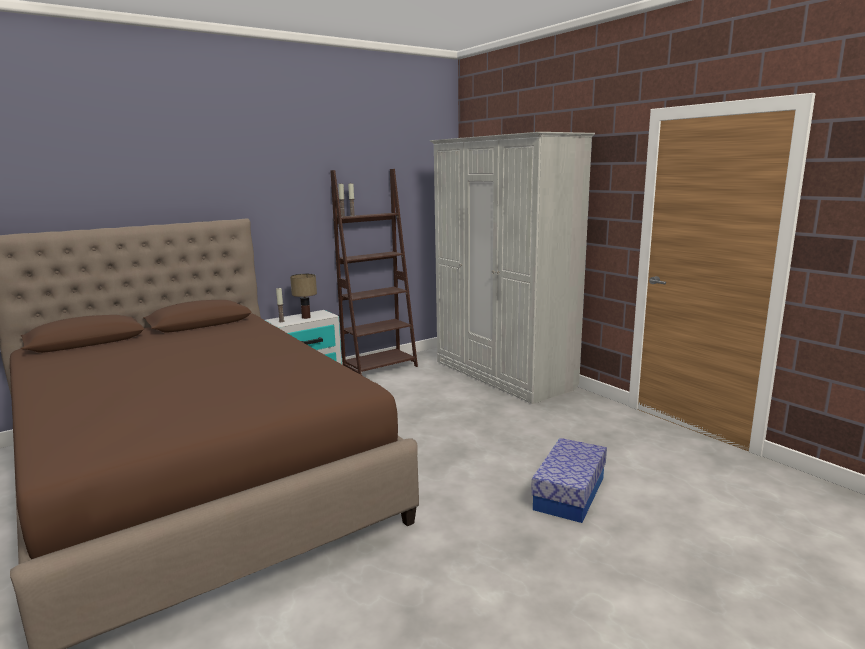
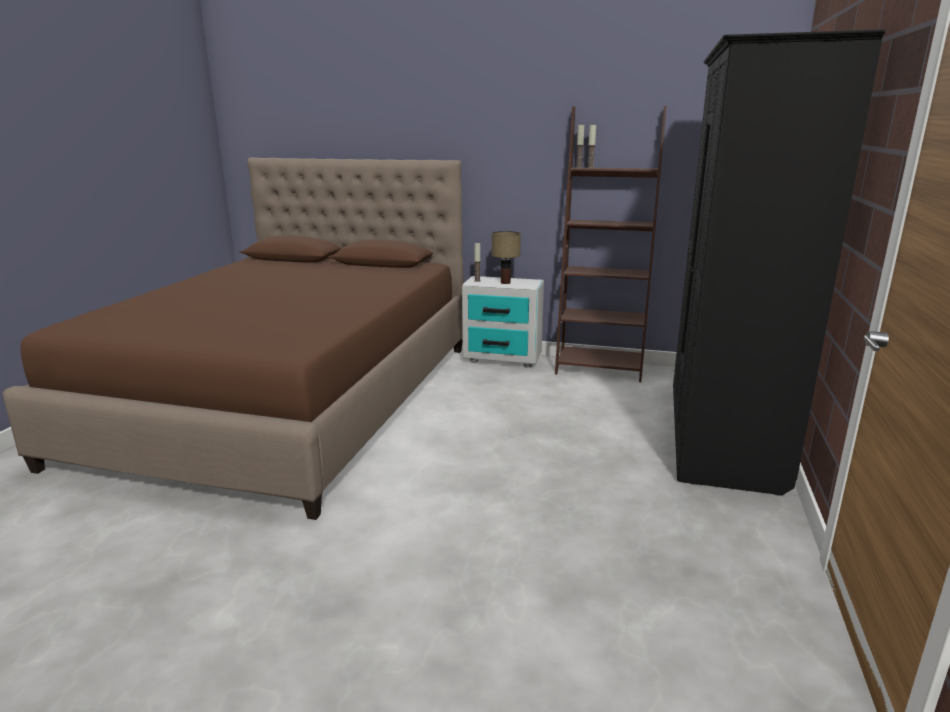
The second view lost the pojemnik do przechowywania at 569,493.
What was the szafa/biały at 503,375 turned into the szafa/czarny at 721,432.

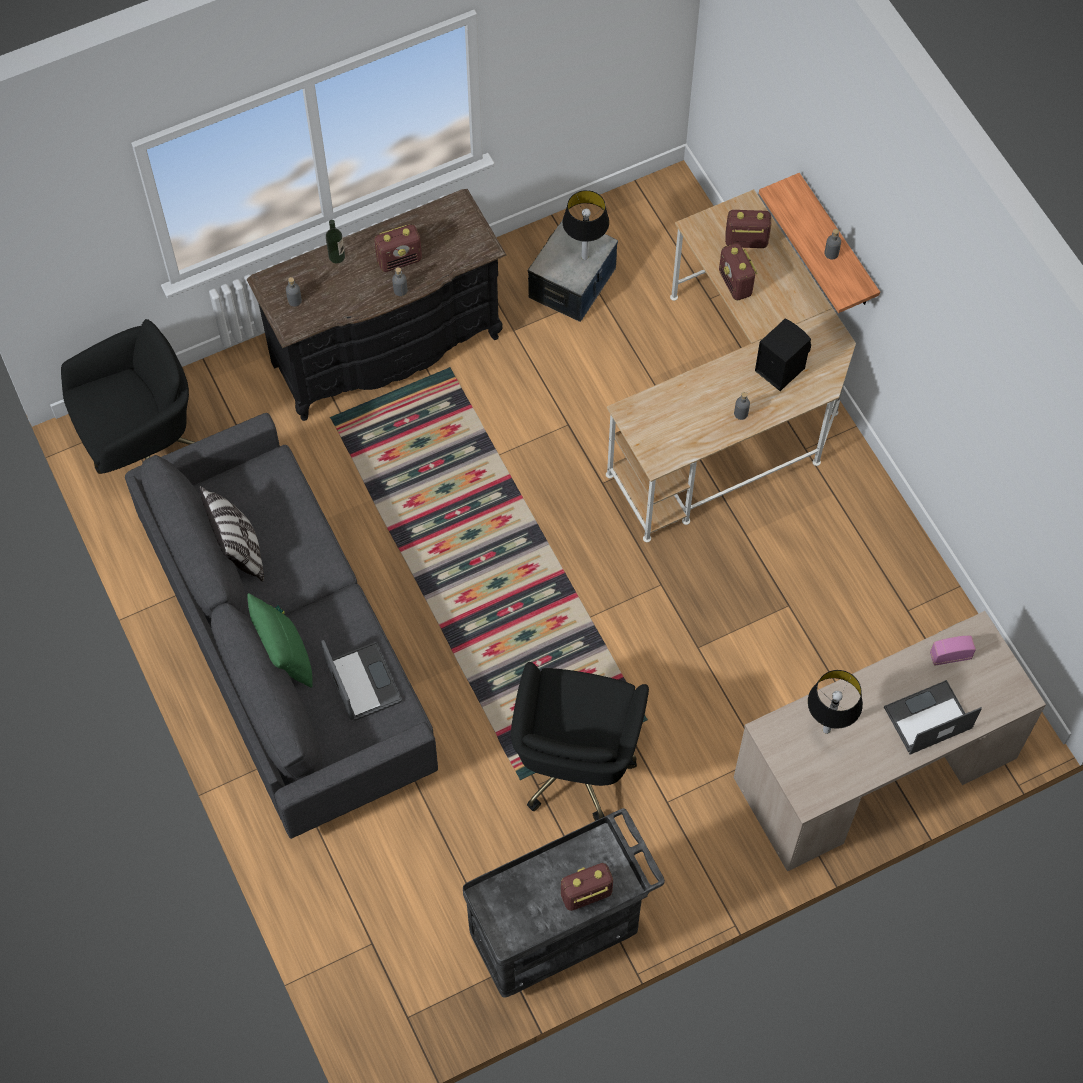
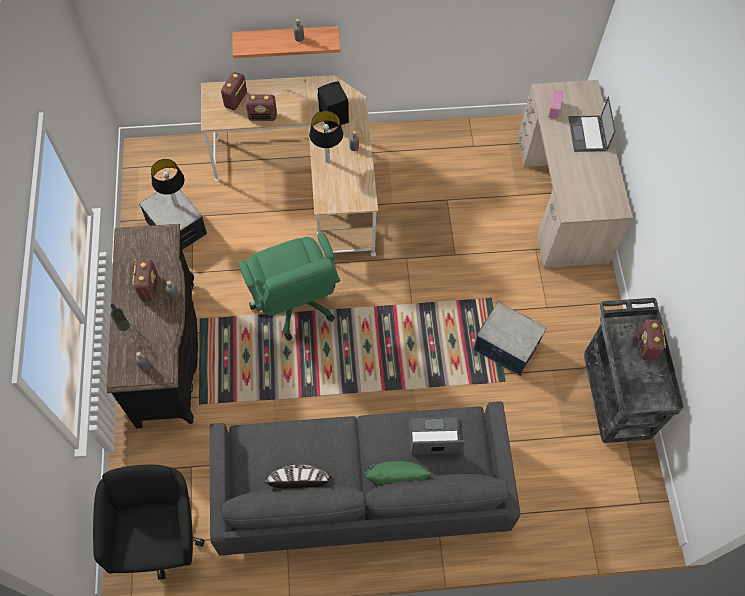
The second view gained the krzesło biurowe/zielony at 295,306.
The lampa stołowa ended up elsewhere, having gone from 827,730 to 327,160.
Where the krzesło biurowe/czarny stood at 576,764, the pojemnik do przechowywania came to stand at 506,347.

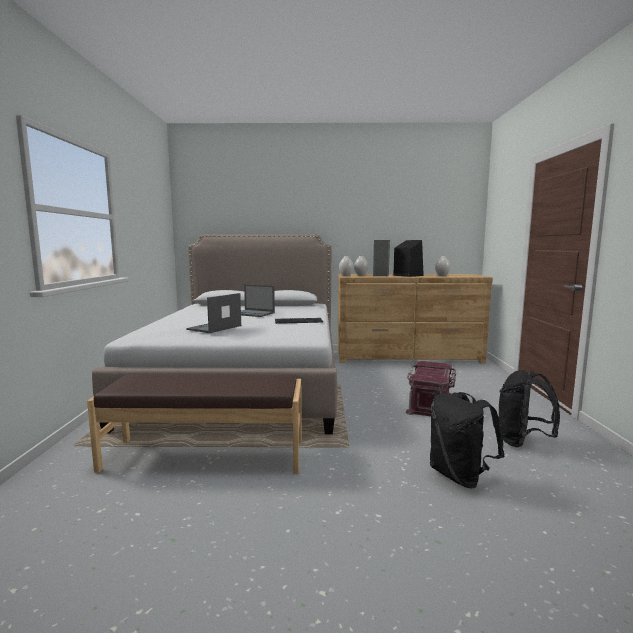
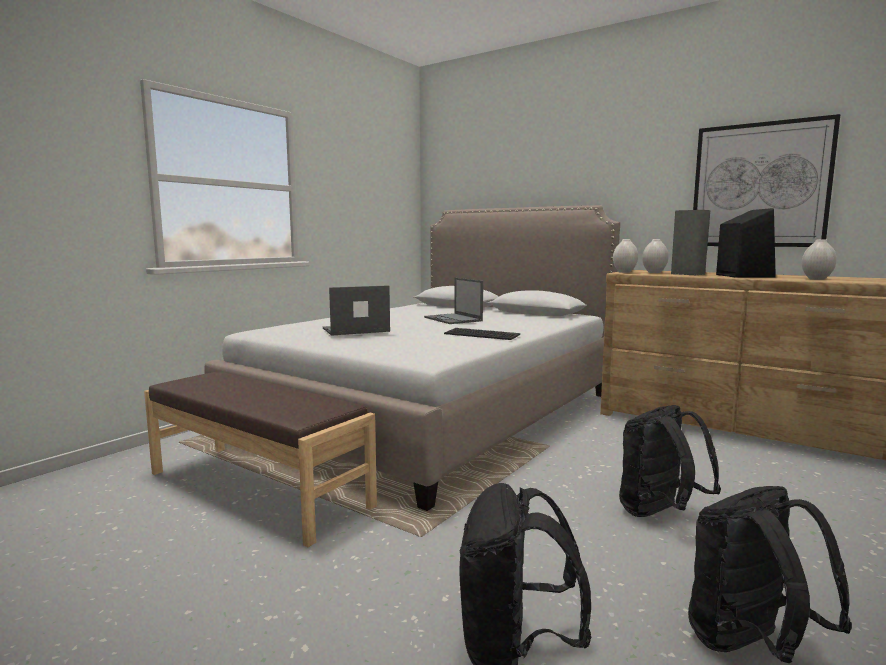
The second view gained the obraz at 760,185.
Where the pojemnik do przechowywania/czerwony stood at 430,403, the plecak/czarny came to stand at 659,513.

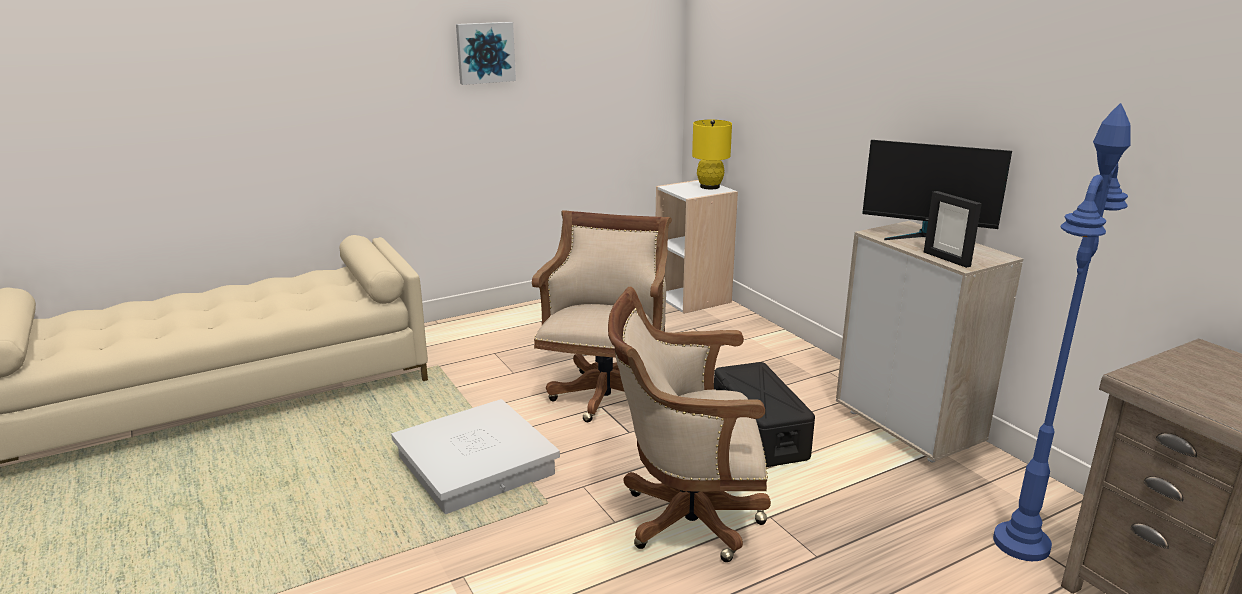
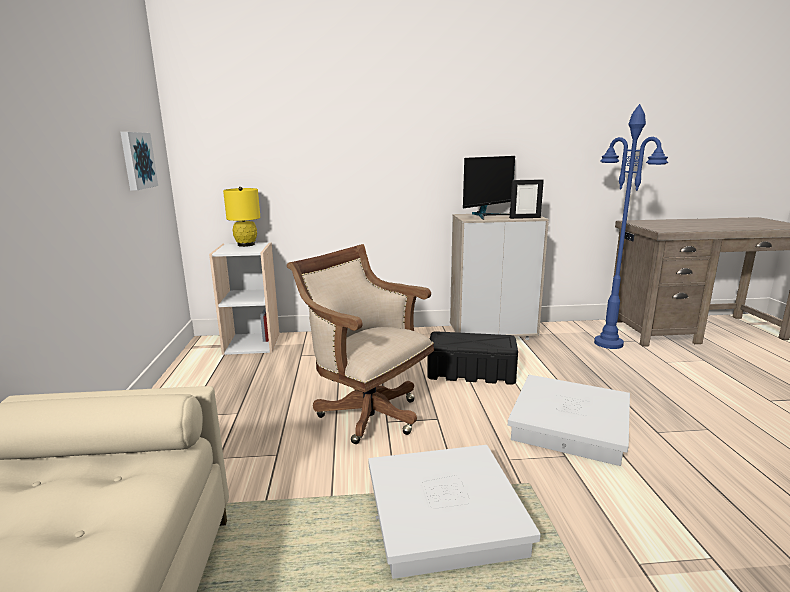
The obraz ended up elsewhere, having gone from 485,52 to 137,160.
Where the krzesło biurowe stood at 685,519, the pojemnik do przechowywania/biały came to stand at 568,425.

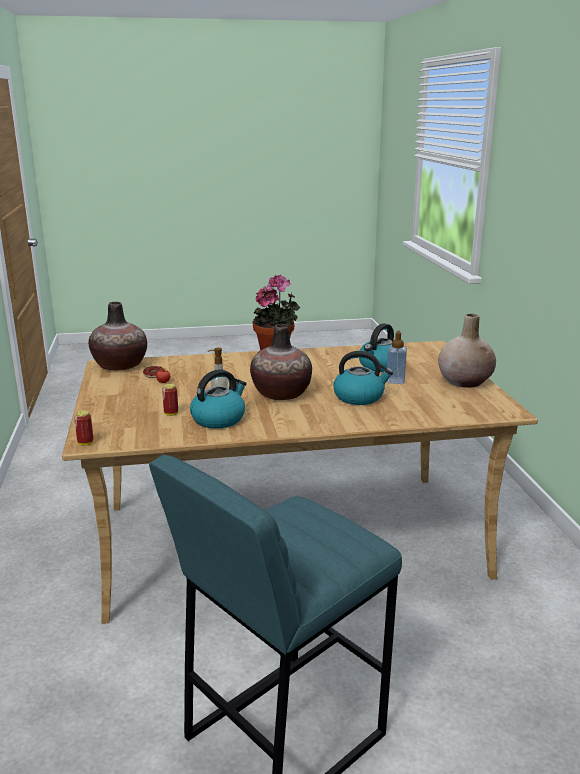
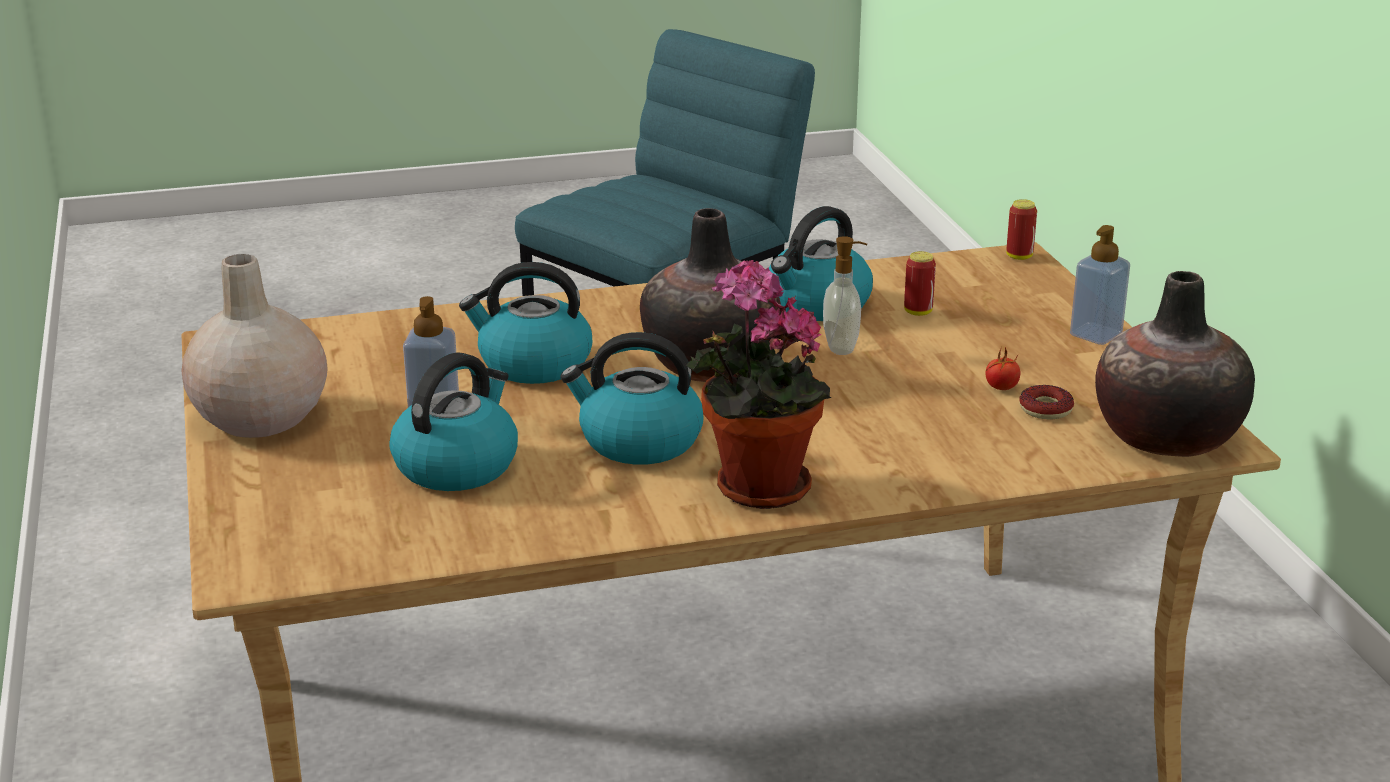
The second view gained the czajnik at 638,441.
The second view gained the dozownik mydła at 1096,335.

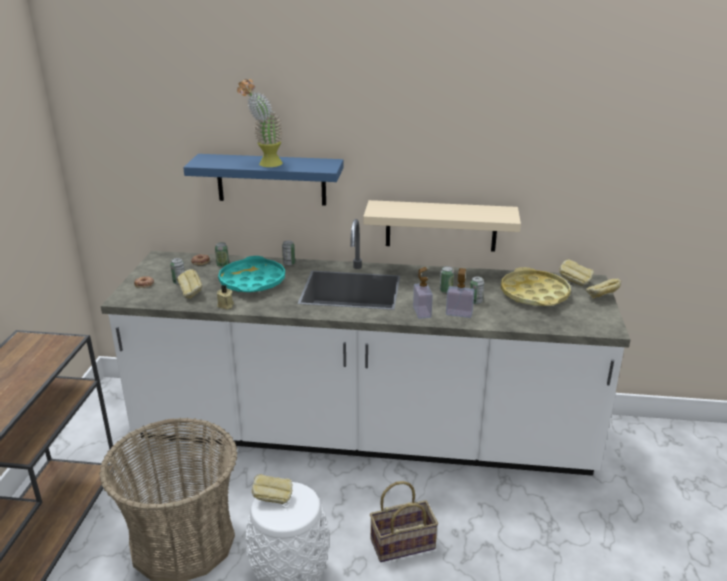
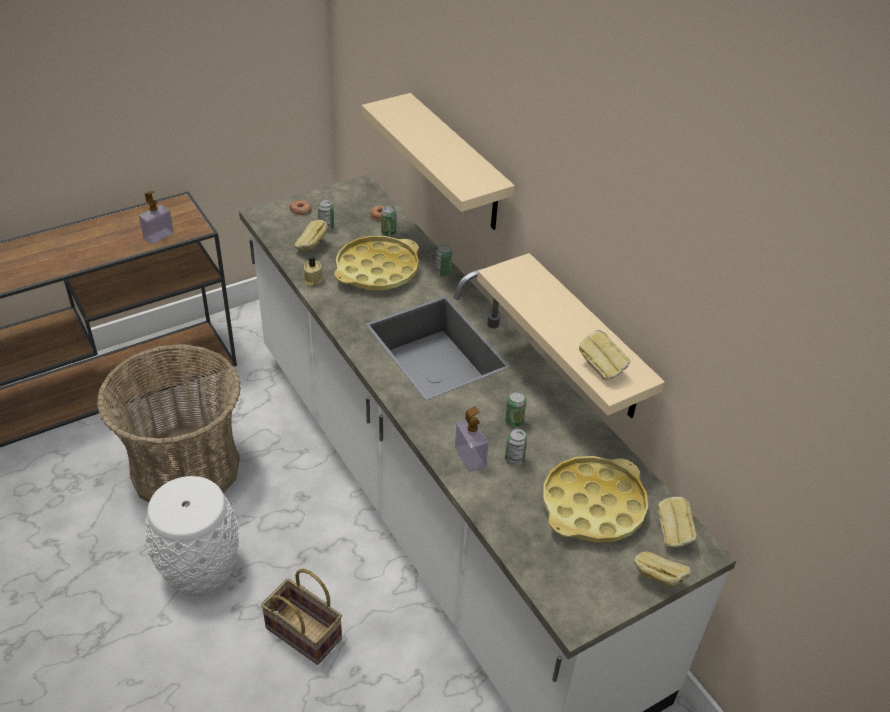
The second view lost the roślina doniczkowa at 264,164.
The chleb ended up elsewhere, having gone from 273,499 to 601,368.
The dozownik mydła ended up elsewhere, having gone from 422,312 to 158,236.
What was the półka/niebieski at 271,179 turned into the półka/beżowy at 457,164.
What was the taca/turkusowy at 252,281 turned into the taca/żółty at 377,270.

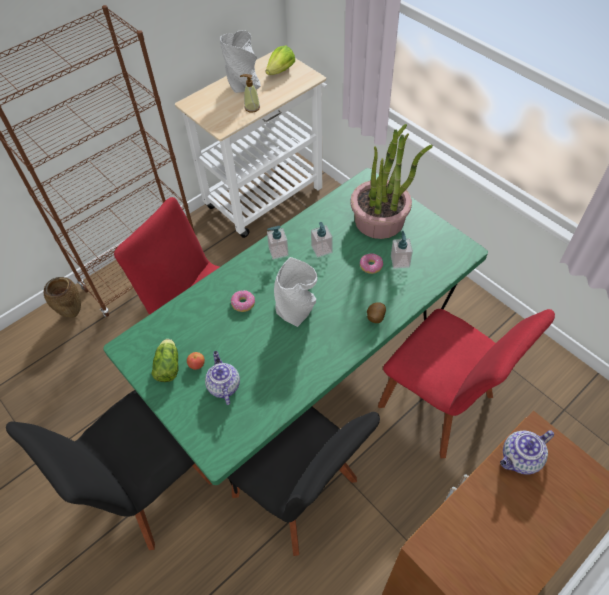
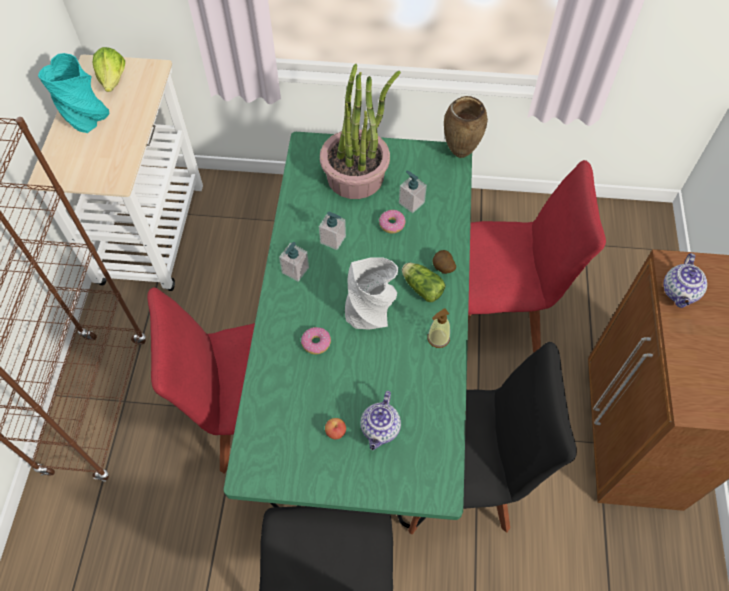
The wazon/brązowy ended up elsewhere, having gone from 73,313 to 459,154.
The sałata ended up elsewhere, having gone from 168,365 to 421,287.
The dozownik mydła ended up elsewhere, having gone from 252,108 to 438,338.
What was the wazon/szary at 243,84 turned into the wazon/turkusowy at 85,118.
The imbryk at 223,385 ended up facing another way, 105 degrees counterclockwise from before.

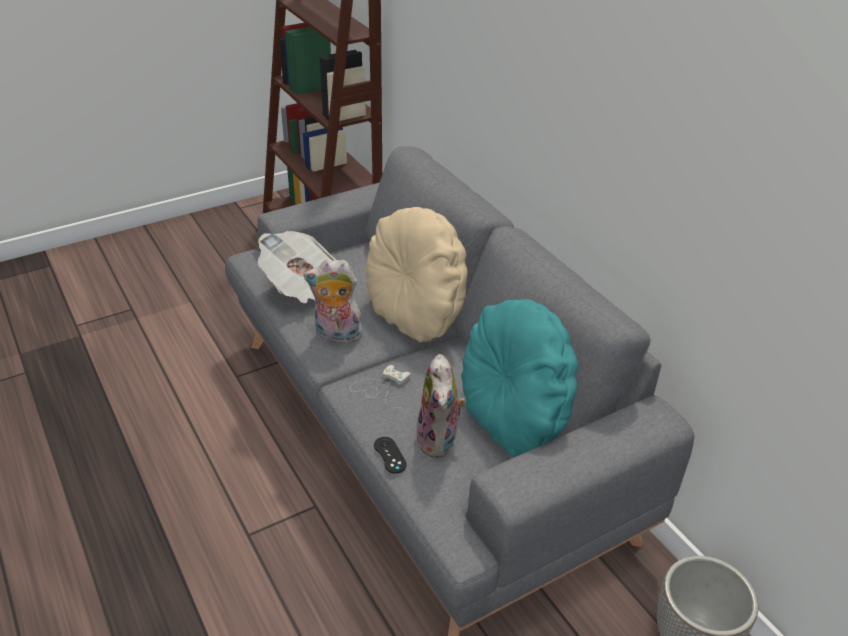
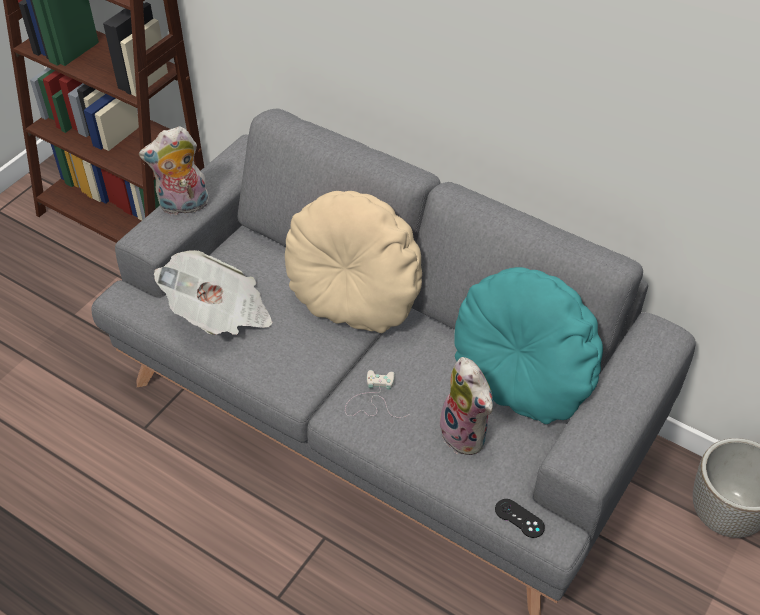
The pluszak ended up elsewhere, having gone from 336,335 to 183,206.
The pad do gier/czarny ended up elsewhere, having gone from 390,455 to 519,518.

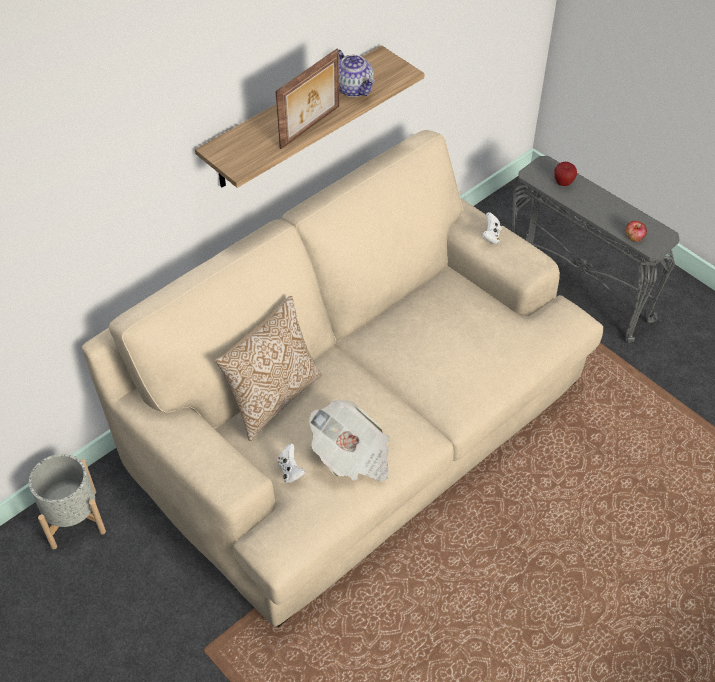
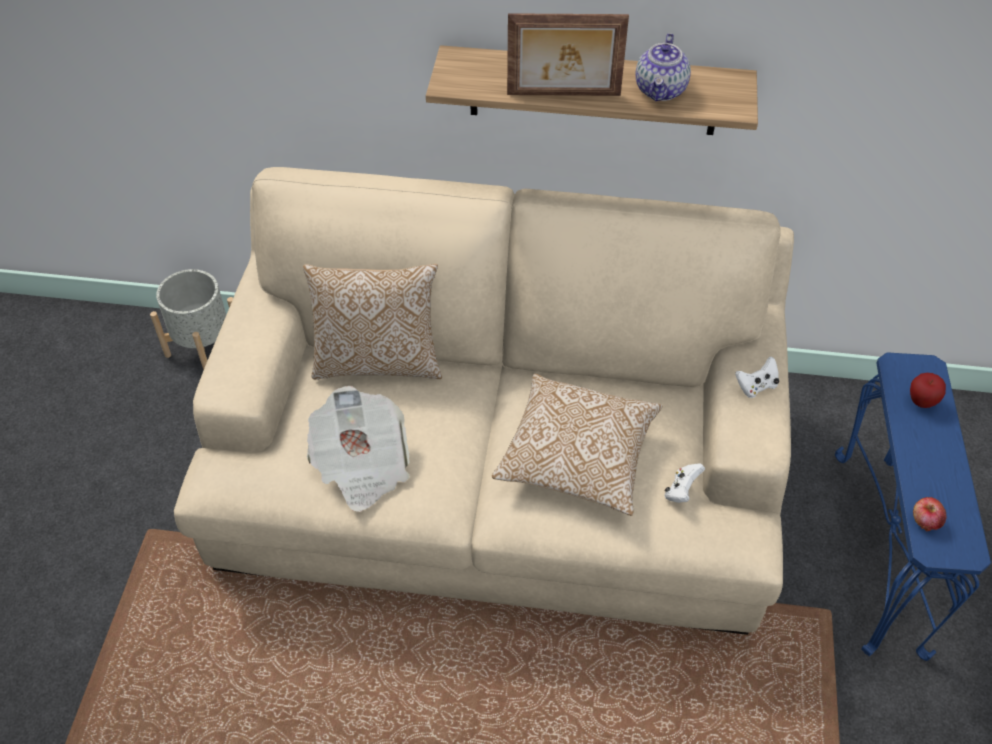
The second view gained the poduszka at 577,457.
The pad do gier/biały ended up elsewhere, having gone from 290,470 to 681,491.
What was the stolik/szary at 577,290 turned into the stolik/niebieski at 879,552.

